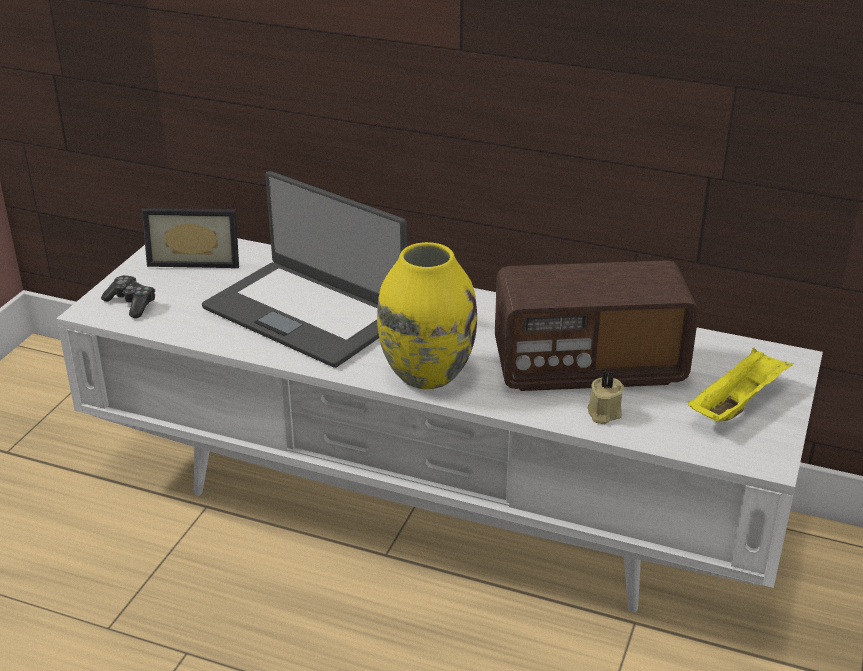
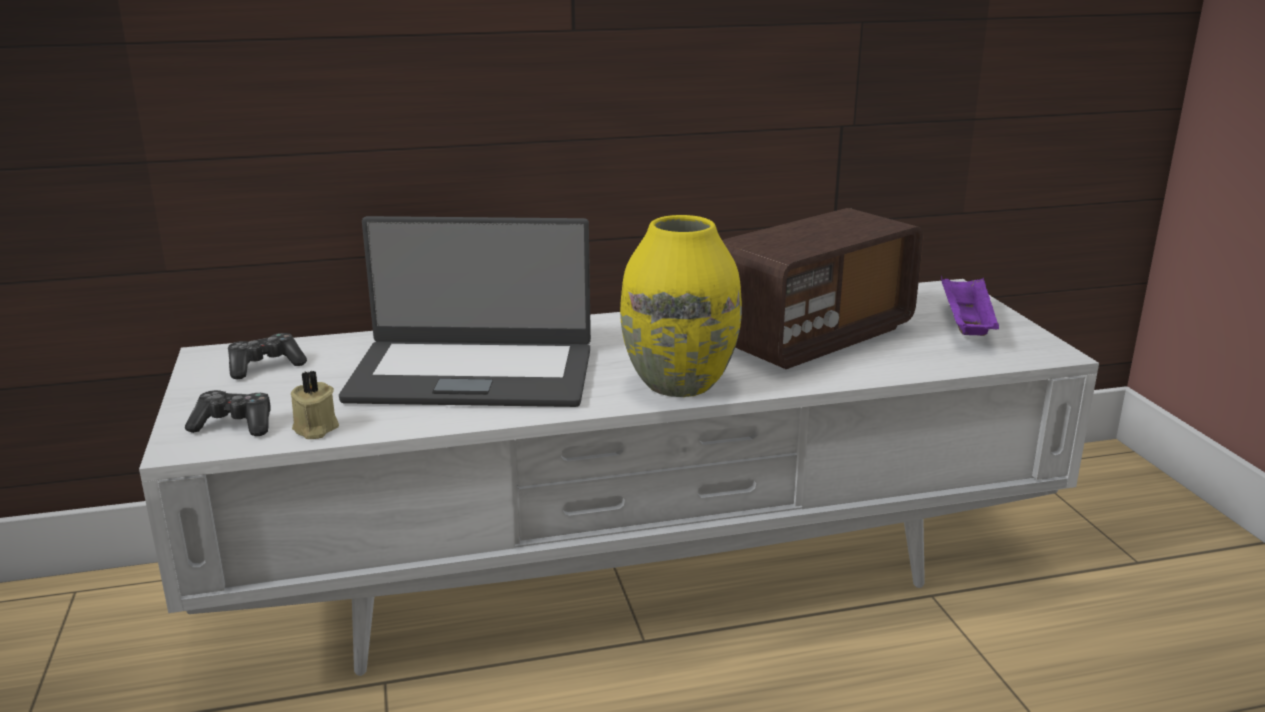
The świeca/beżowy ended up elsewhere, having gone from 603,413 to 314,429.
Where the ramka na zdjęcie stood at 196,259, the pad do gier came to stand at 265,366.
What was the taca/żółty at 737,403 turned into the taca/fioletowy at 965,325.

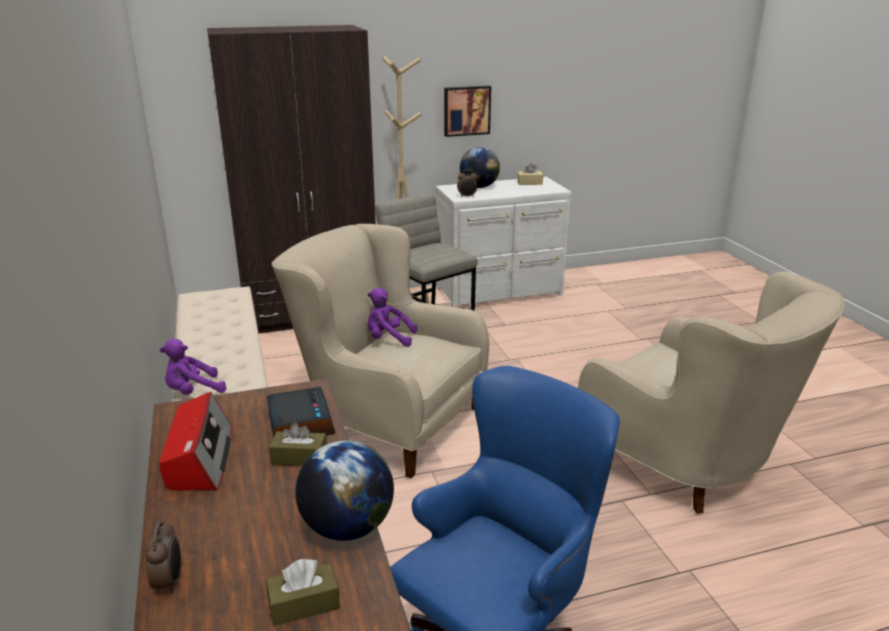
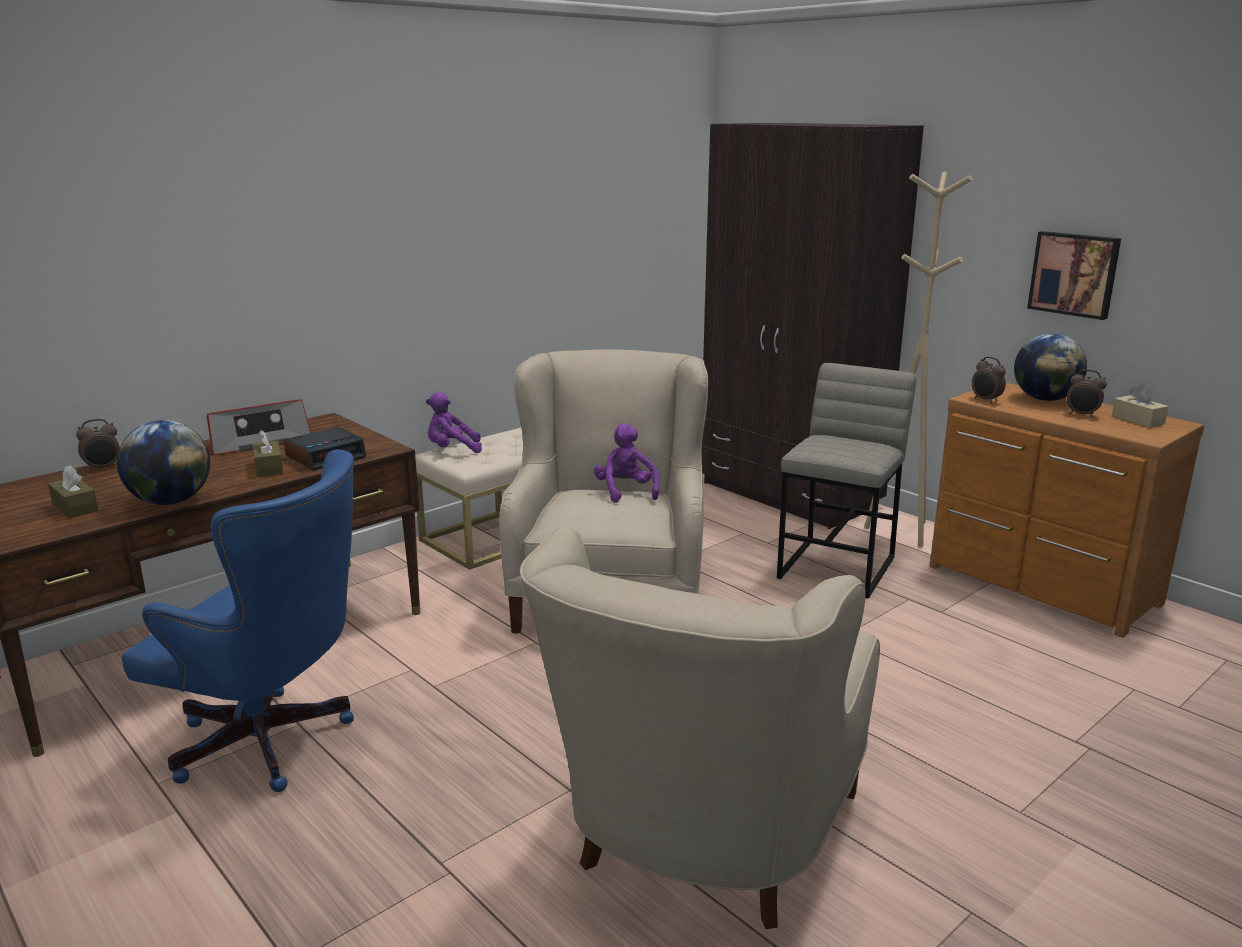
The second view gained the budzik at 1082,415.
What was the komoda/biały at 501,292 turned into the komoda/brązowy at 1041,587.
The pluszak/fioletowy at 193,391 ended up facing another way, 45 degrees counterclockwise from before.

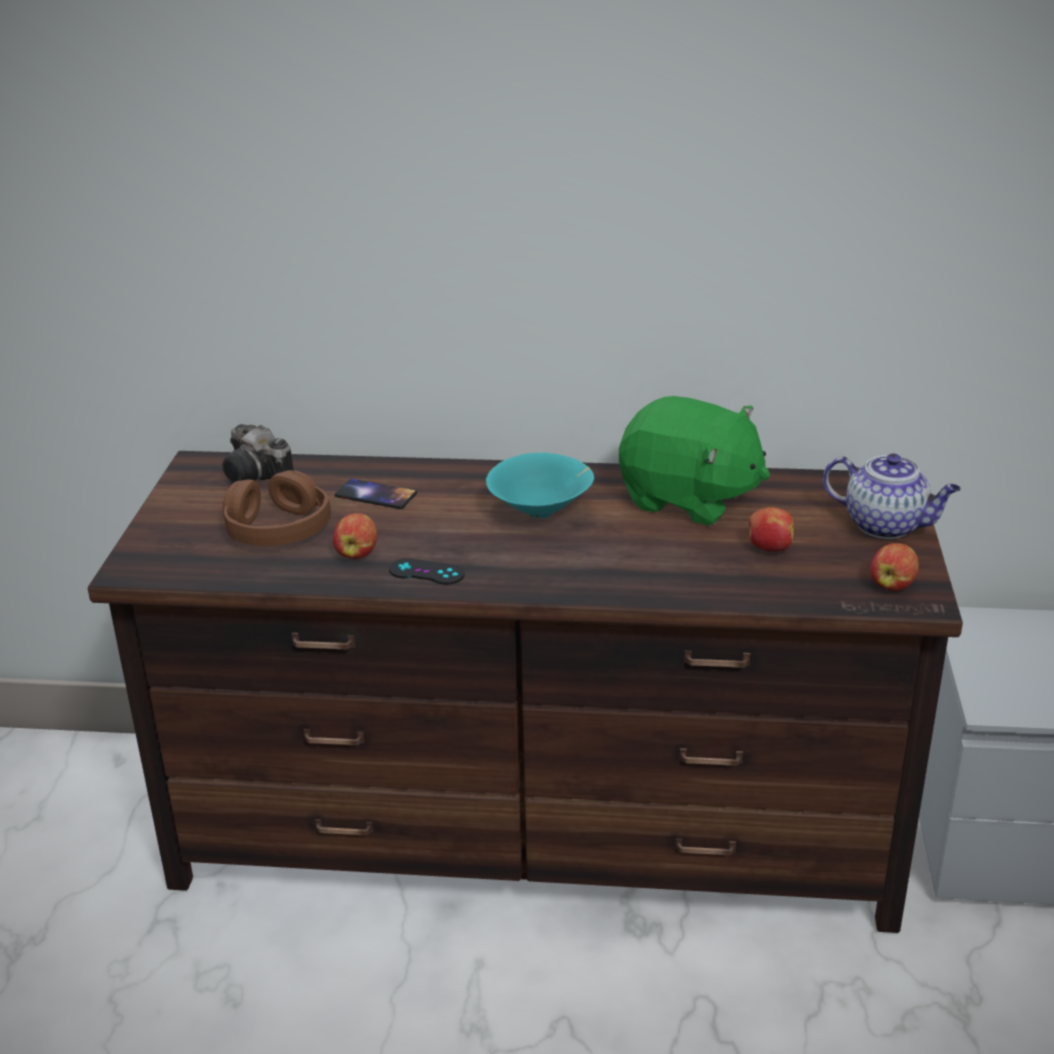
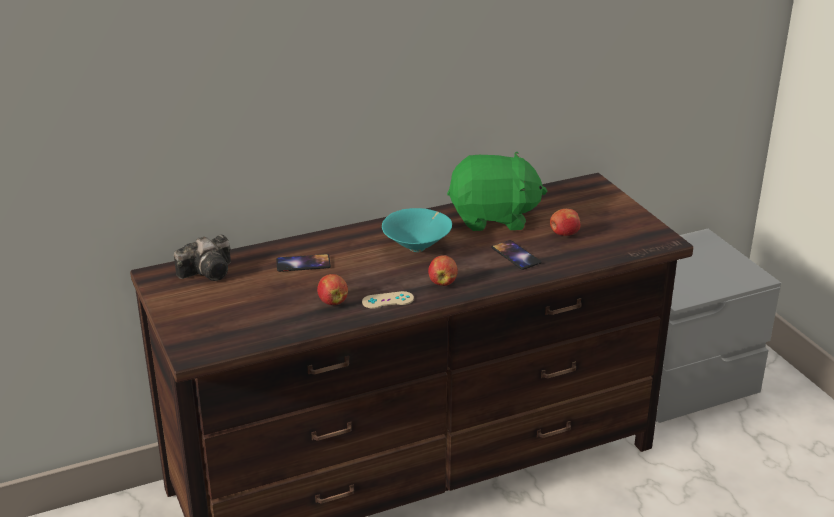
The second view lost the słuchawki/brązowy at 277,528.
The second view lost the imbryk at 887,525.
The second view gained the telefon at 516,255.
The jabłko ended up elsewhere, having gone from 892,585 to 442,282.
What was the pad do gier/czarny at 426,572 turned into the pad do gier/beżowy at 388,300.
The aparat fotograficzny at 259,476 ended up facing another way, 45 degrees counterclockwise from before.

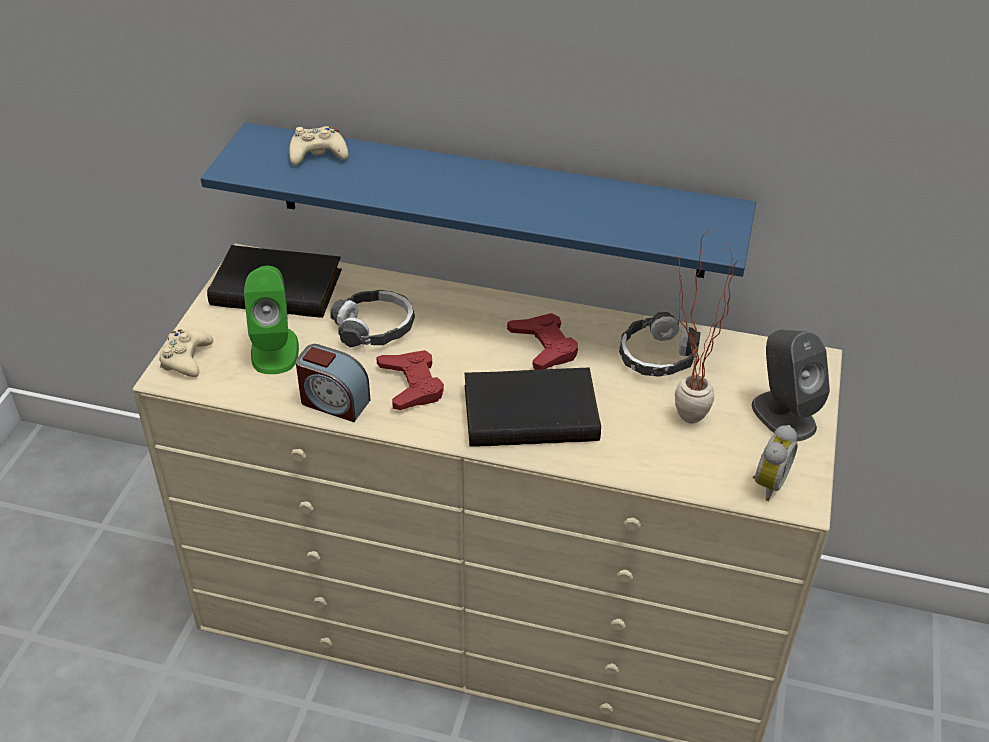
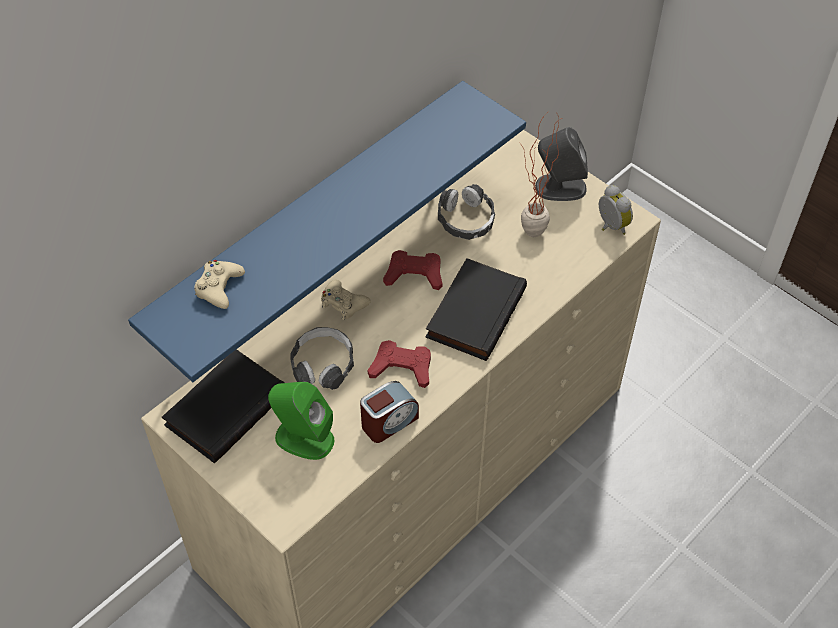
The pad do gier/beżowy ended up elsewhere, having gone from 186,359 to 343,303.

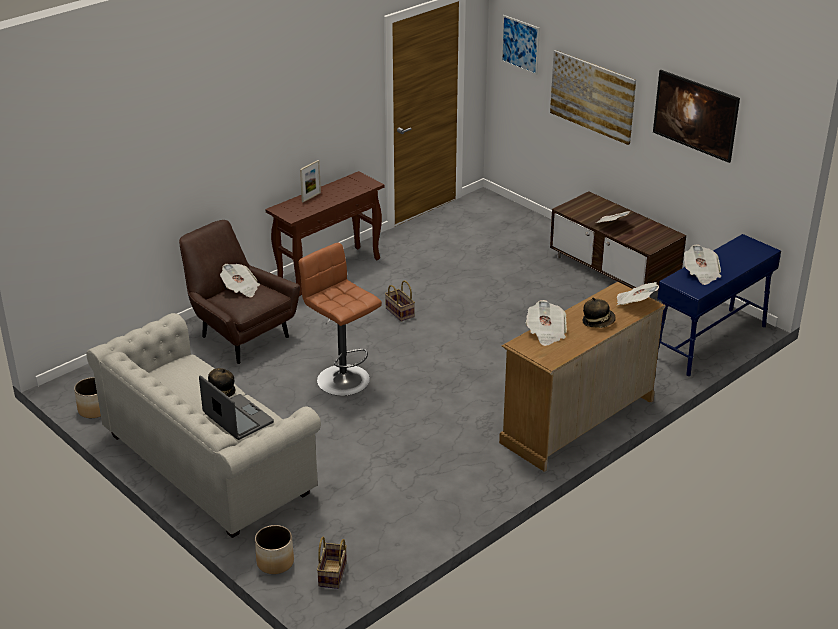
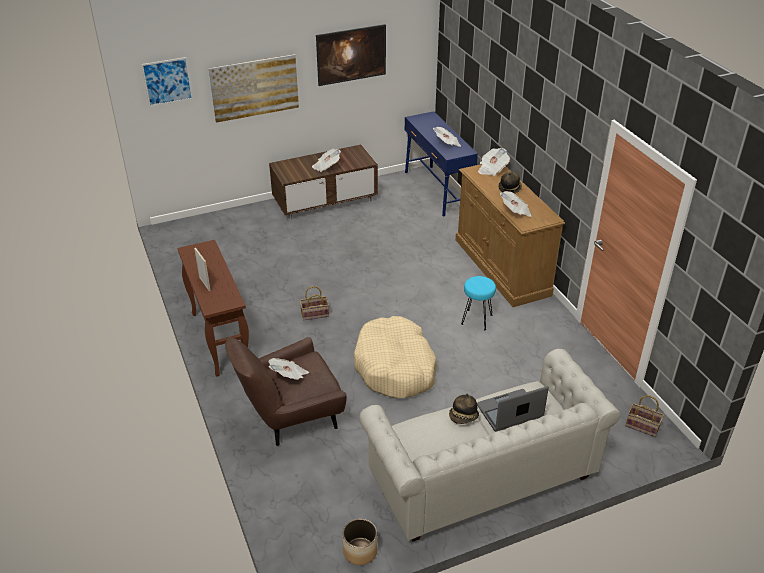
The second view lost the donica at 275,562.
The second view gained the stołek/turkusowy at 477,320.
Where the stołek/brązowy stood at 343,379, the legowisko/beżowy came to stand at 395,367.

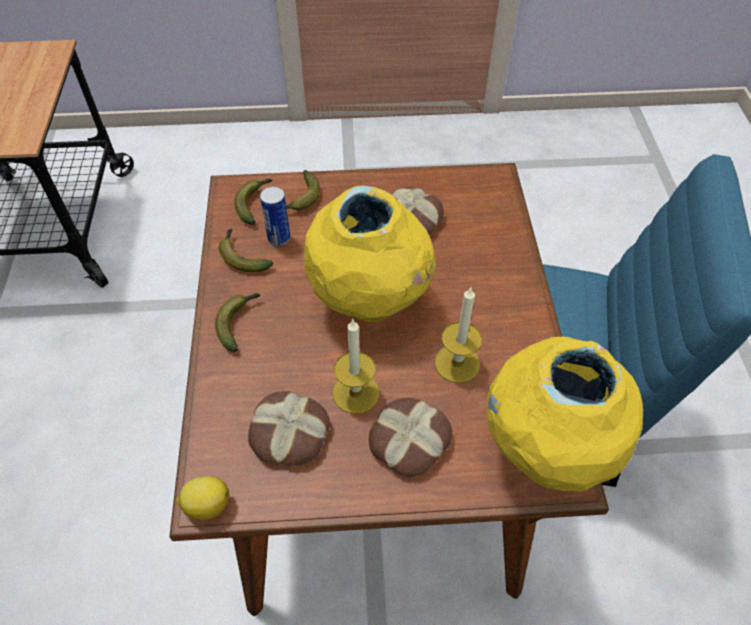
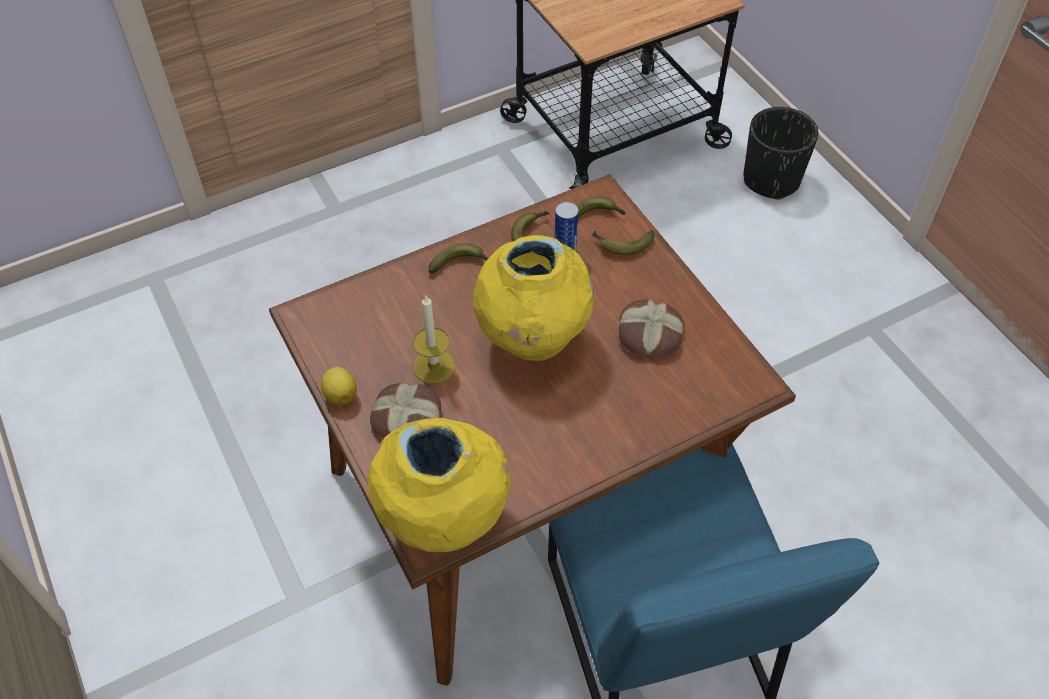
The second view lost the chleb at 288,434.
The second view lost the świeca at 457,363.
The second view gained the donica/czarny at 771,179.
The cytryna ended up elsewhere, having gone from 206,505 to 340,394.

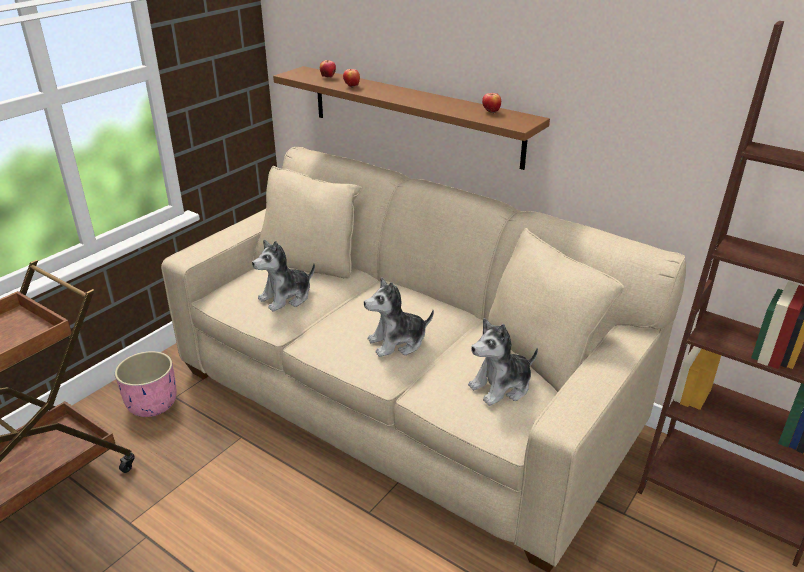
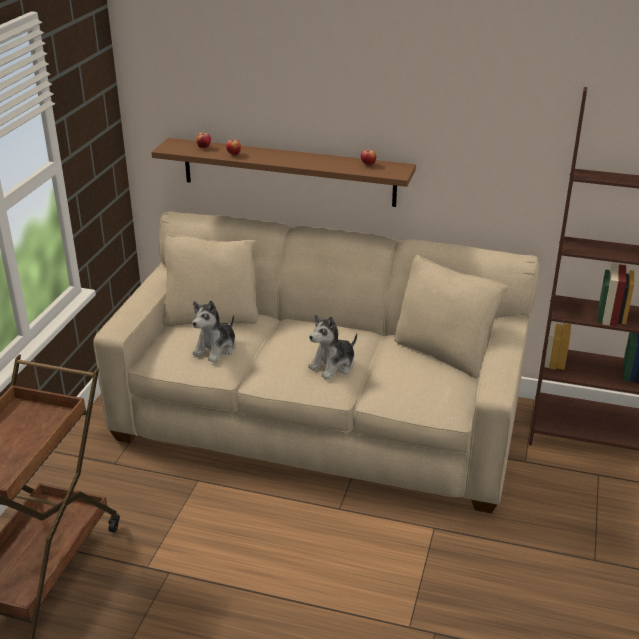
The second view lost the donica/różowy at 153,404.
The second view lost the pluszak at 501,387.

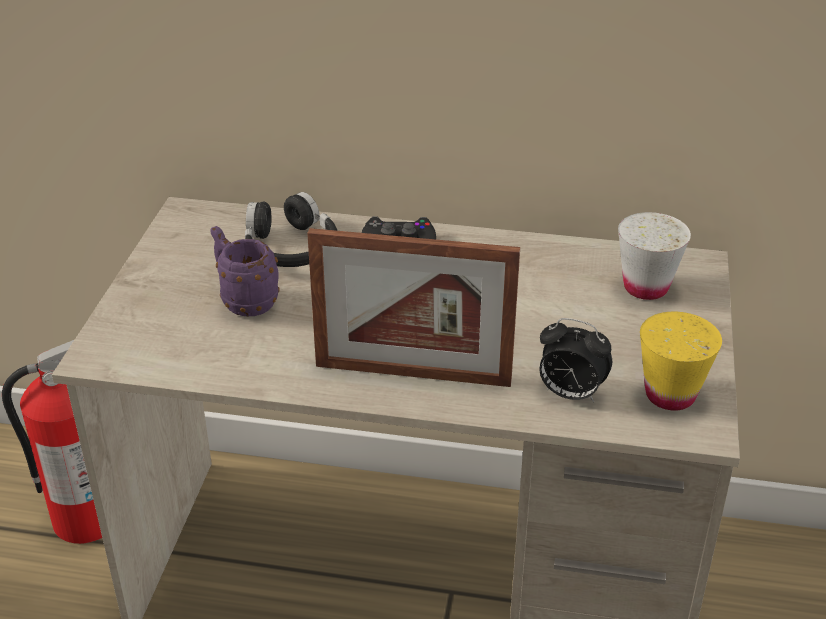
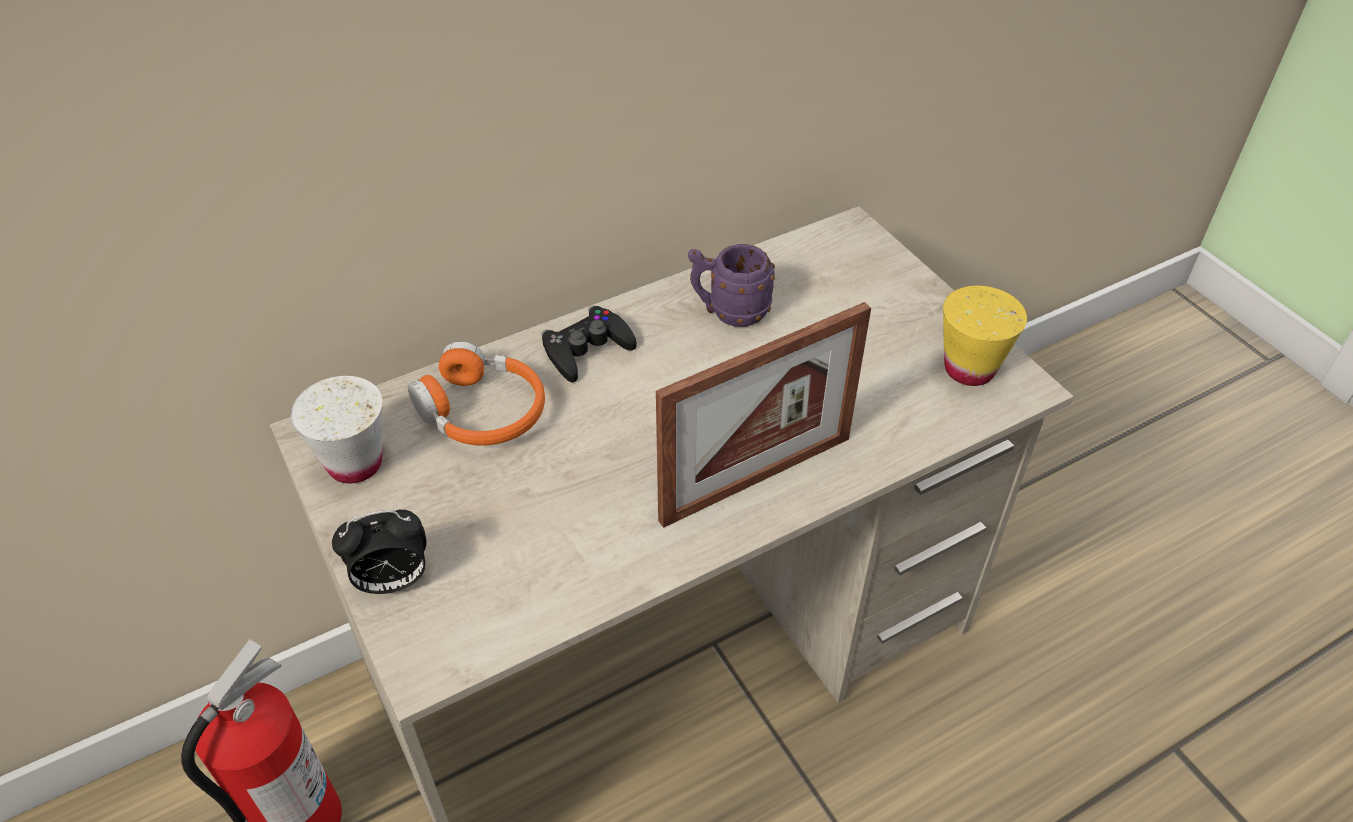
The kubek/fioletowy ended up elsewhere, having gone from 244,300 to 729,312.
The budzik ended up elsewhere, having gone from 570,394 to 392,581.
The filiżanka/biały ended up elsewhere, having gone from 645,287 to 355,463.
What was the słuchawki/czarny at 290,248 turned into the słuchawki/pomarańczowy at 482,412.

